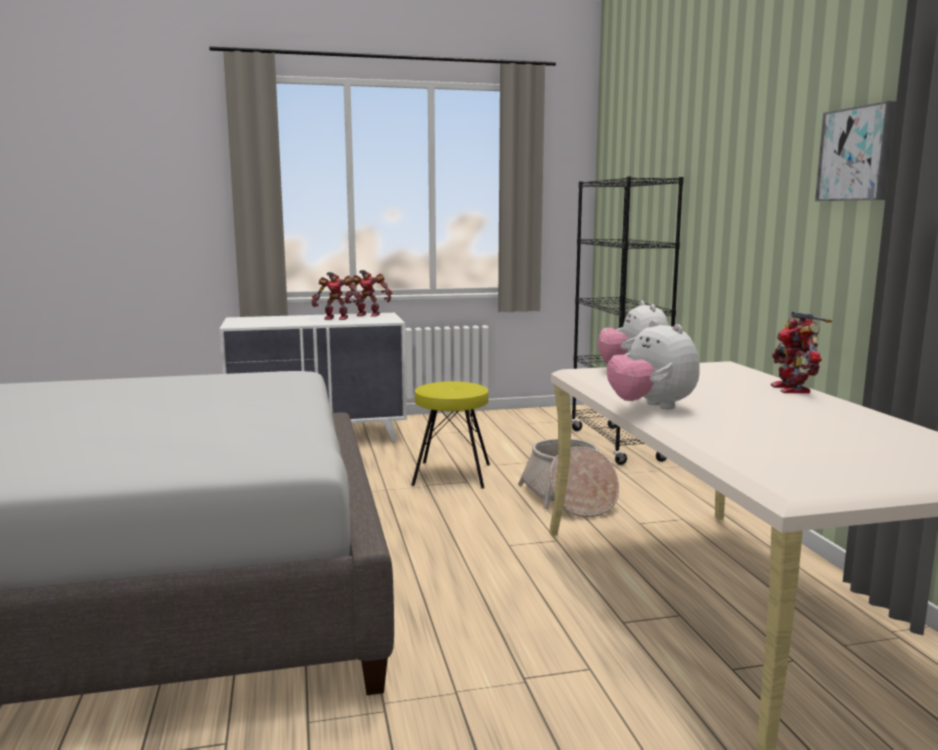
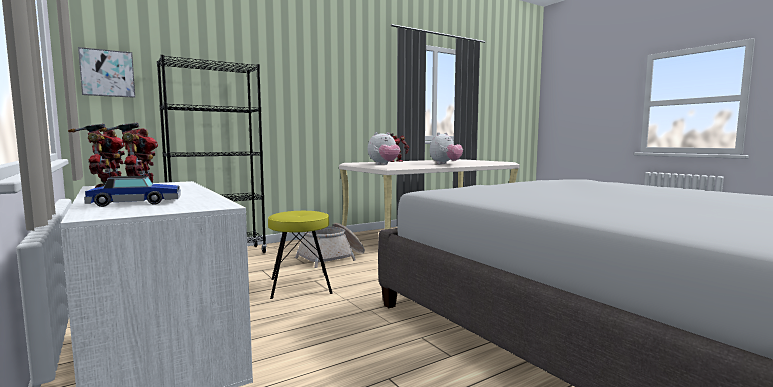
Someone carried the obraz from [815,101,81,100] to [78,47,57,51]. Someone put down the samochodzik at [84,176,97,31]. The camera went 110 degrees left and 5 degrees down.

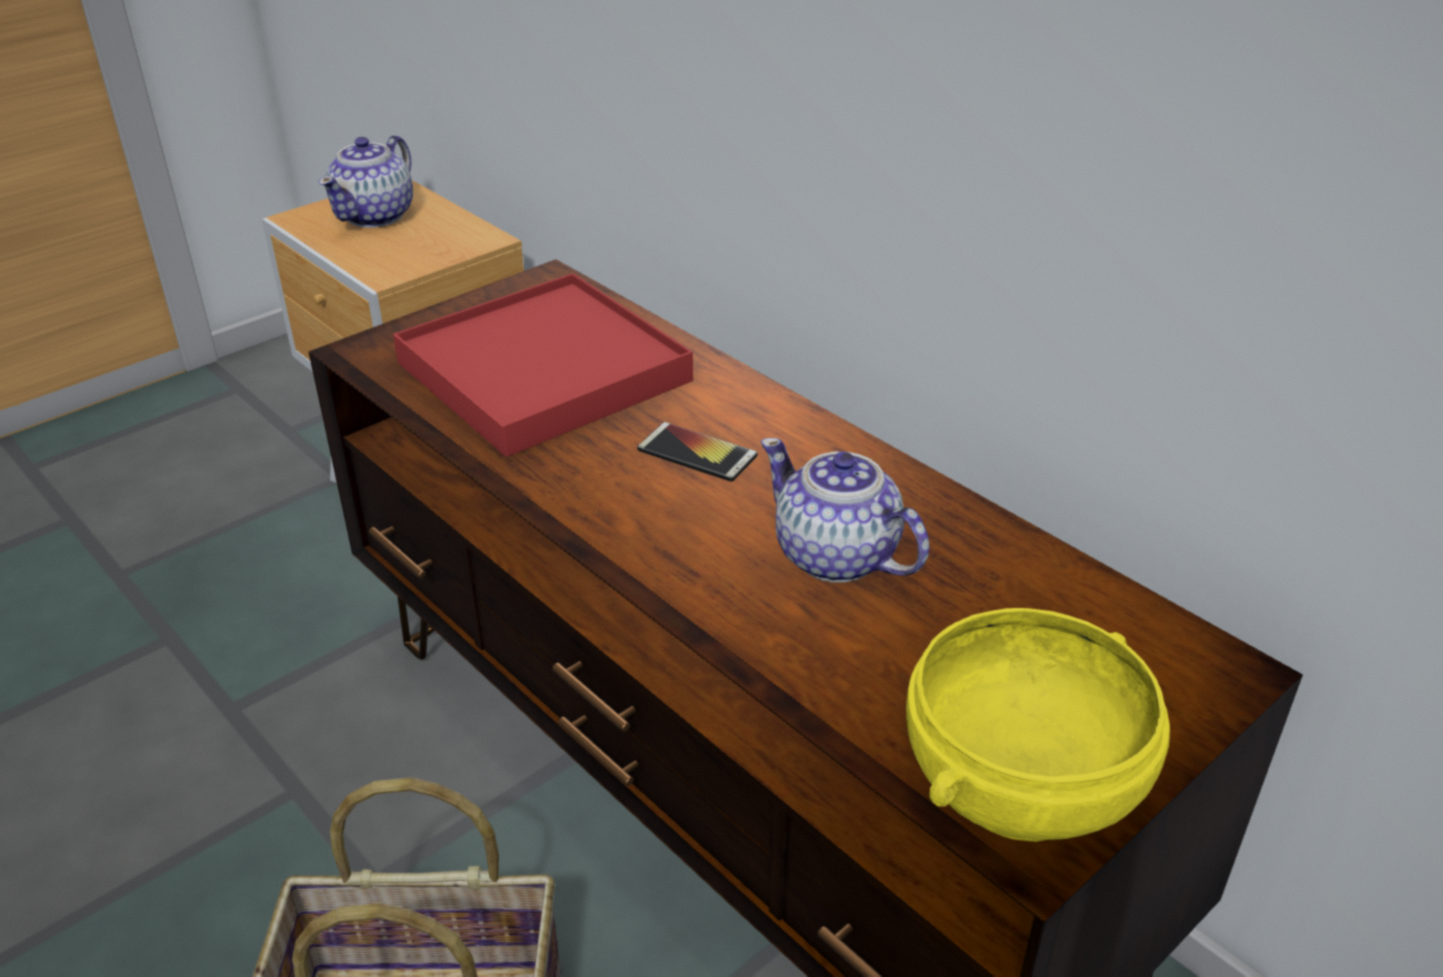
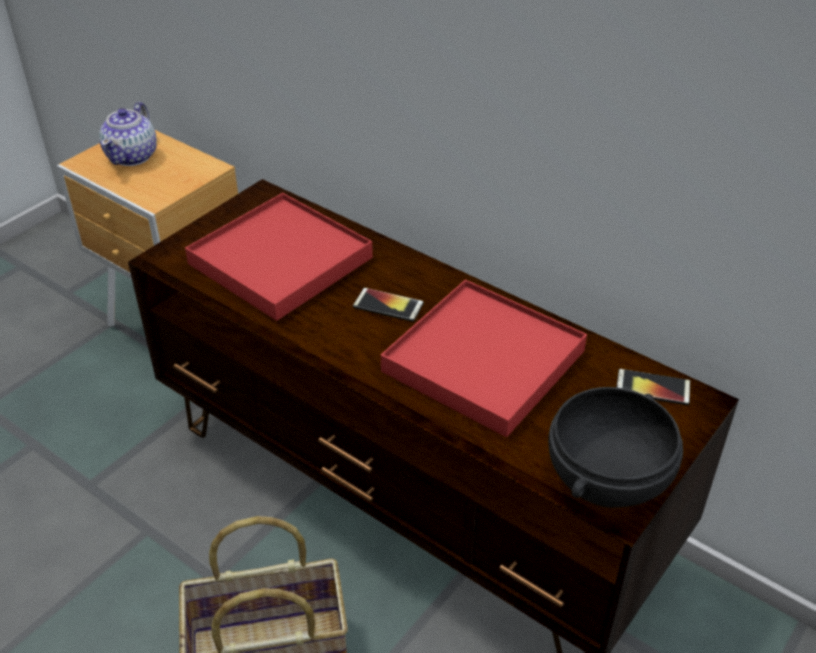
Someone swapped the imbryk at [760,438,169,144] for the taca (czerwony) at [381,280,206,157]. Someone repainted the miska (żółty) at [906,608,264,234], which became the miska (czarny) at [548,387,135,121]. Someone put down the telefon at [617,369,73,36]. The camera went 10 degrees left and 5 degrees up.

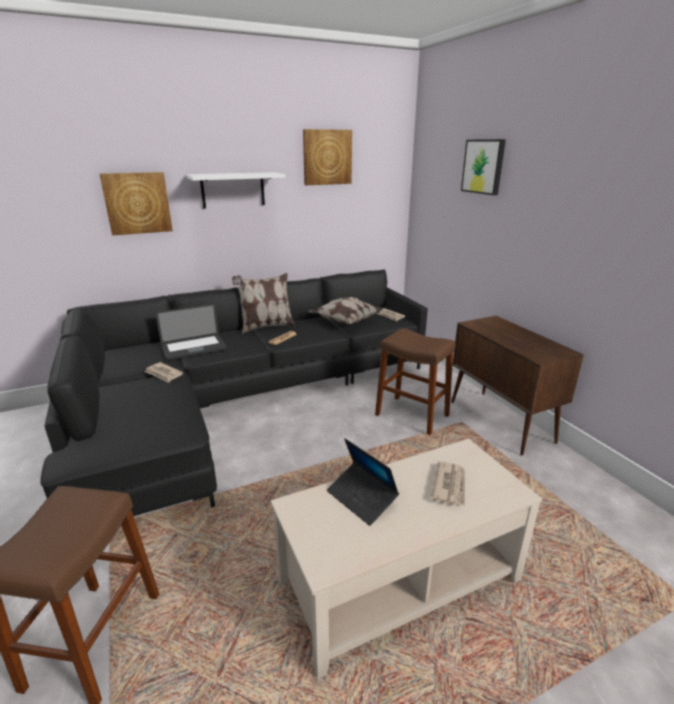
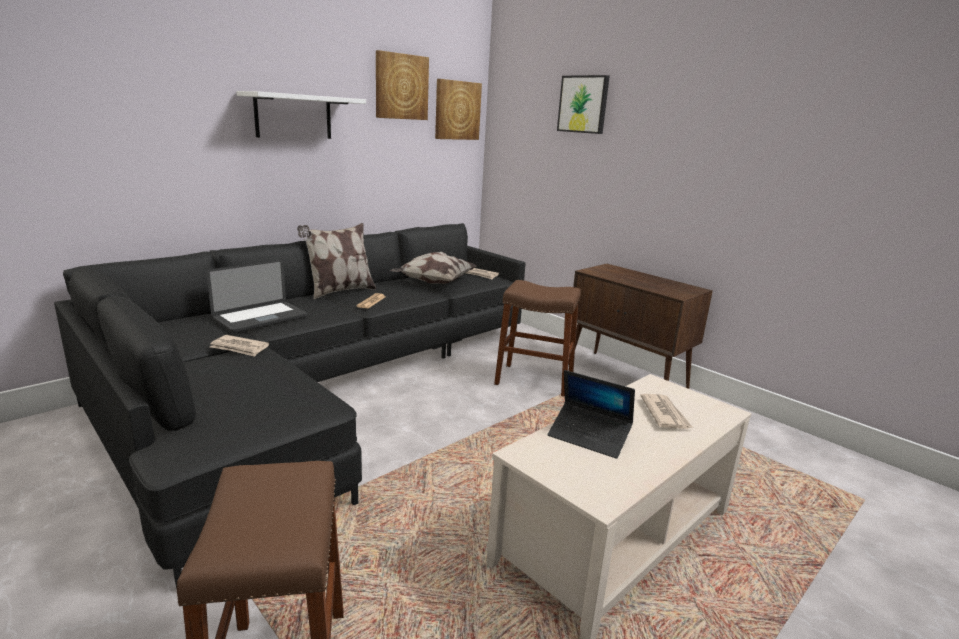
Someone carried the obraz from [100,172,73,63] to [435,79,47,61]. The camera went 20 degrees left and 5 degrees down.

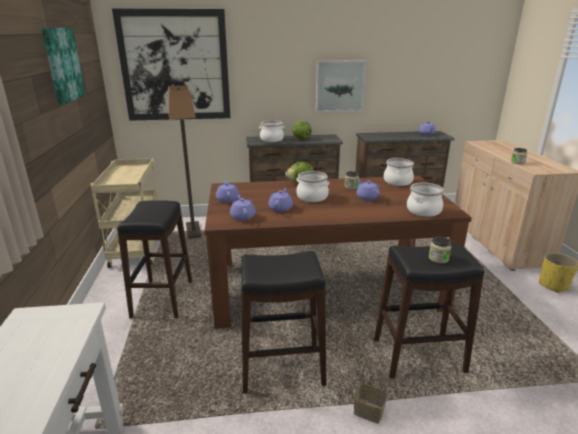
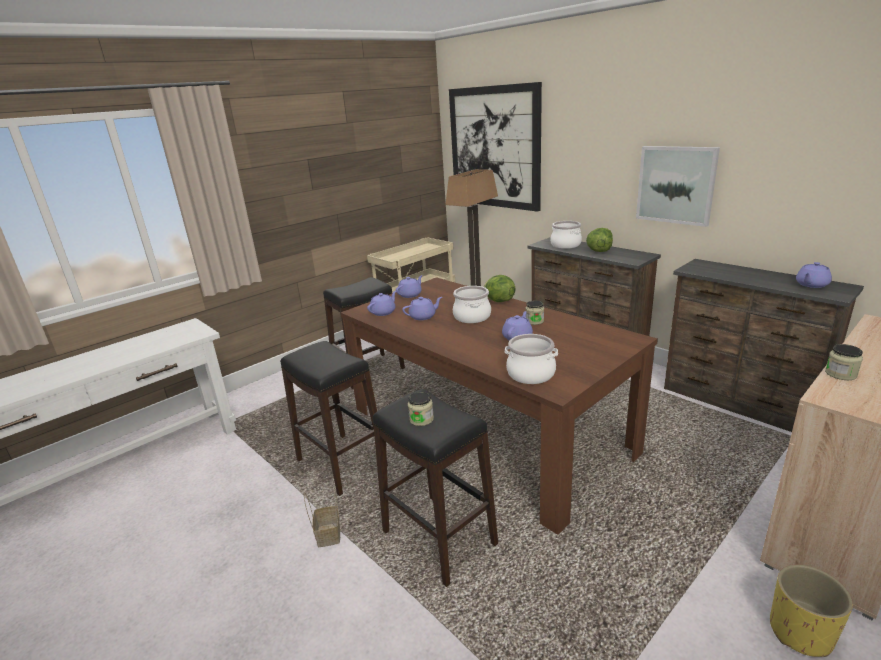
Someone took away the obraz at [41,28,45,77]. Someone took away the garnek at [384,158,30,28]. The camera went 55 degrees right and 0 degrees up.

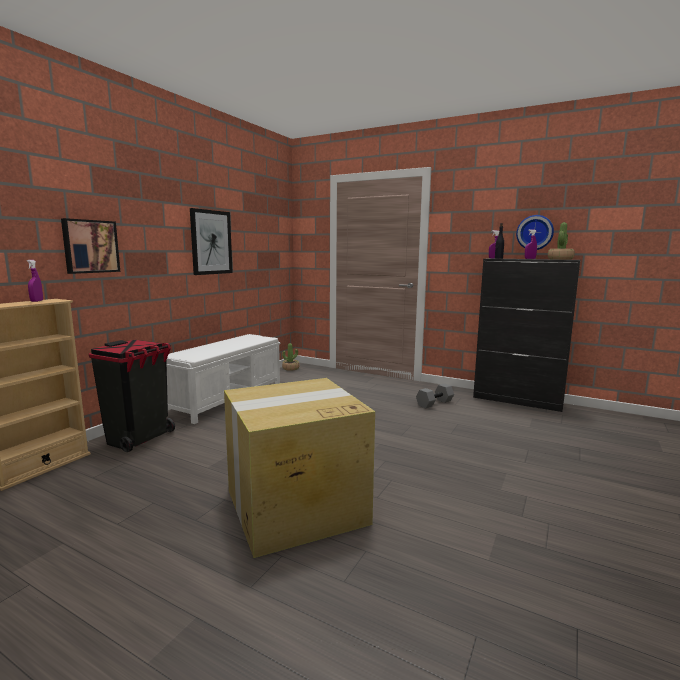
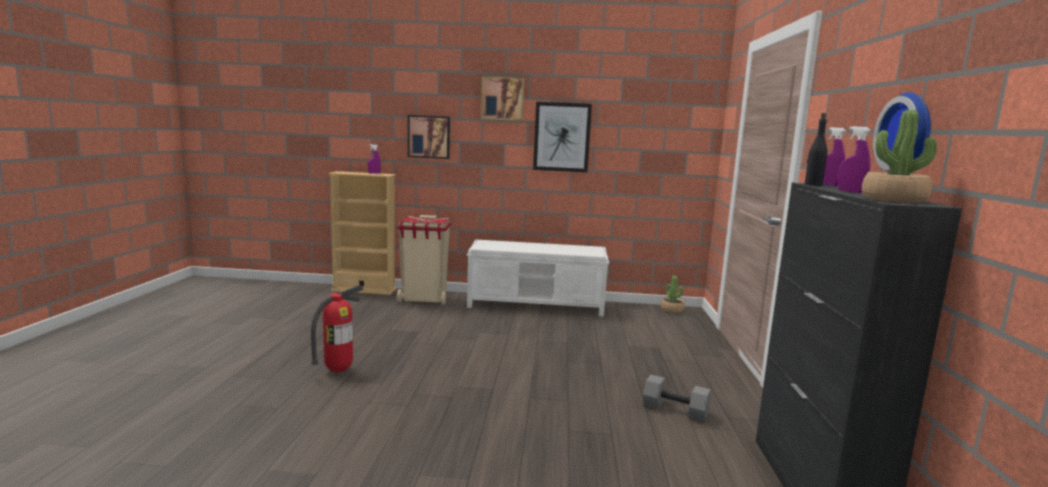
Someone swapped the karton at [224,378,151,180] for the gaśnica at [311,285,52,87]. Someone repainted the kosz na śmieci (czarny) at [89,340,86,112], which became the kosz na śmieci (beżowy) at [397,215,54,89]. Someone put up the obraz at [481,75,44,46]. The camera went 65 degrees right and 0 degrees up.

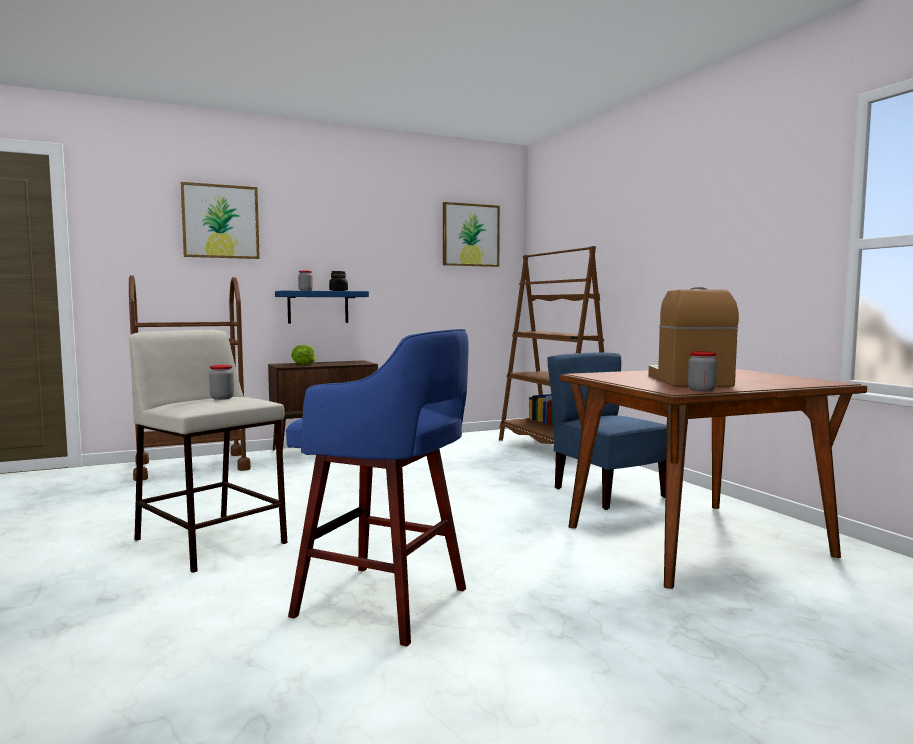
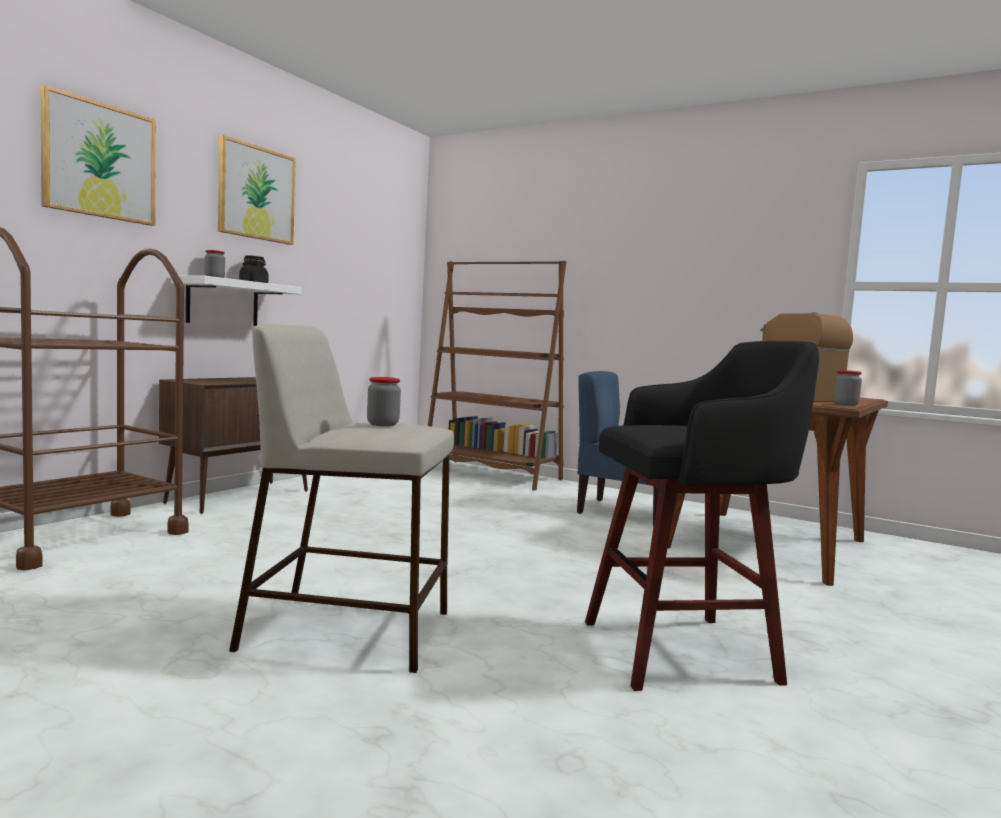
Someone repainted the półka (niebieski) at [275,291,94,32], which became the półka (biały) at [171,275,130,51]. Someone carried the obraz from [443,202,57,65] to [218,135,78,110]. Someone repainted the stołek (niebieski) at [286,329,183,318], which became the stołek (czarny) at [585,341,234,350]. Someone took away the sałata at [291,345,24,19]. The camera went 35 degrees left and 0 degrees up.

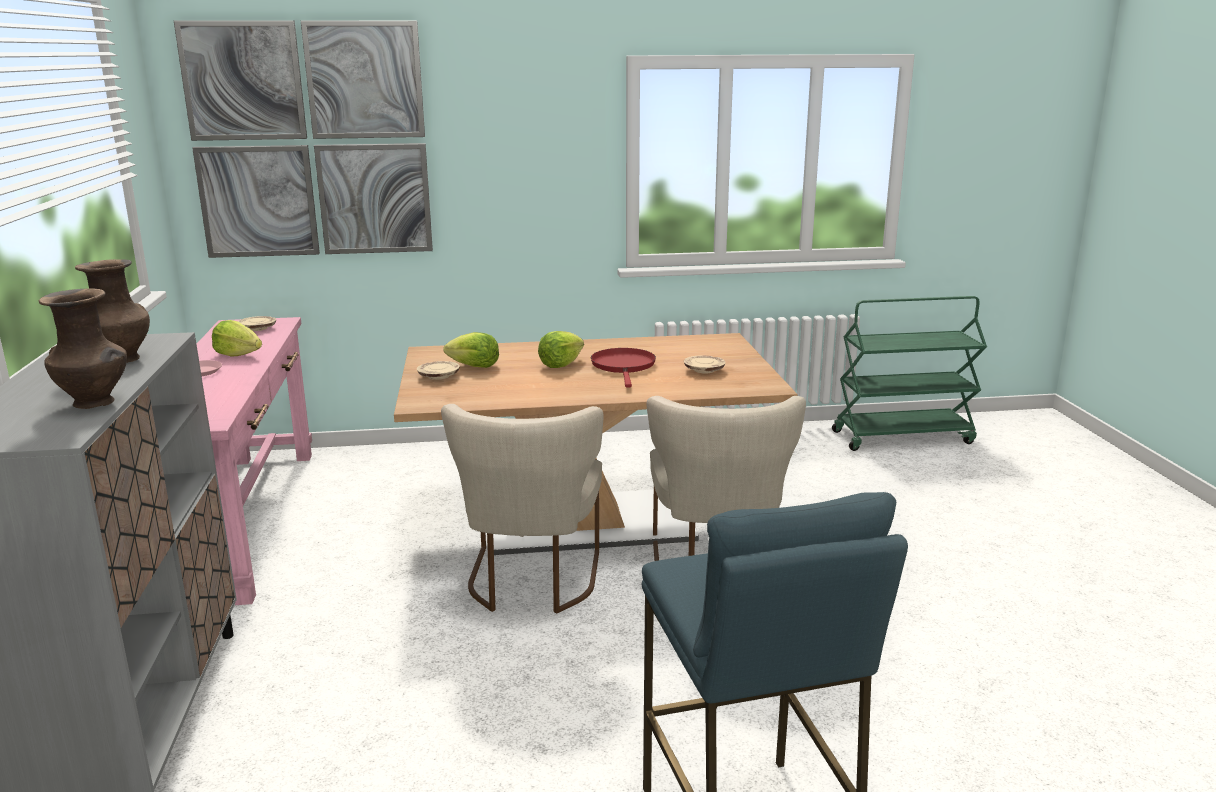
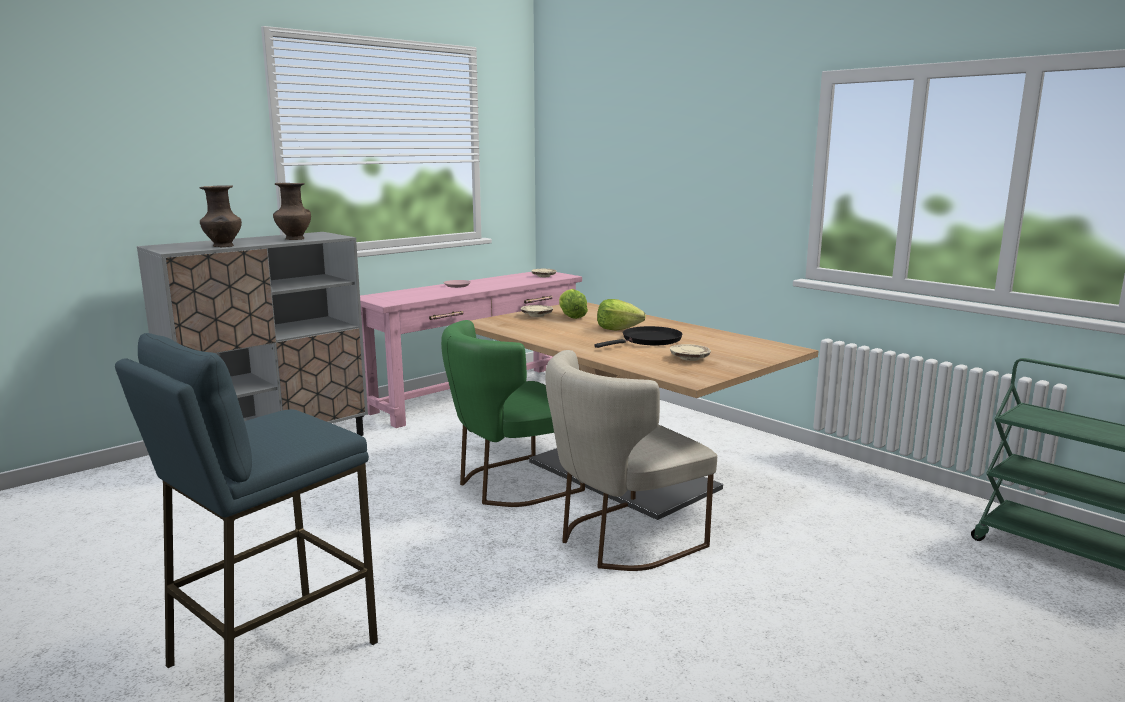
Someone repainted the krzesło (beżowy) at [441,404,163,210], which became the krzesło (zielony) at [441,320,144,187]. Someone repainted the patelnia (czerwony) at [591,348,65,39], which became the patelnia (czarny) at [594,326,88,22]. Someone took away the obraz at [174,20,259,238]. Someone took away the sałata at [212,320,50,37]. The camera went 55 degrees right and 5 degrees down.

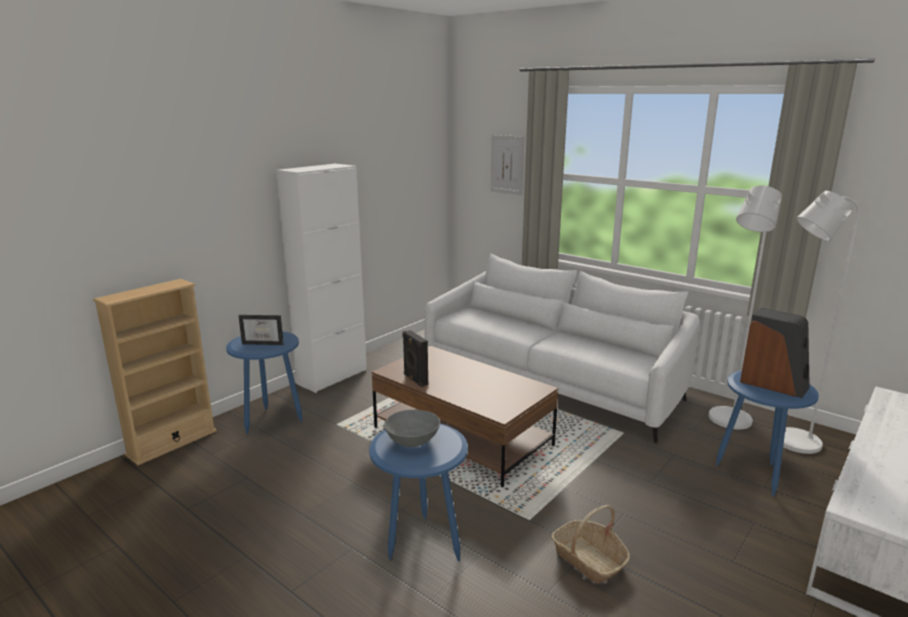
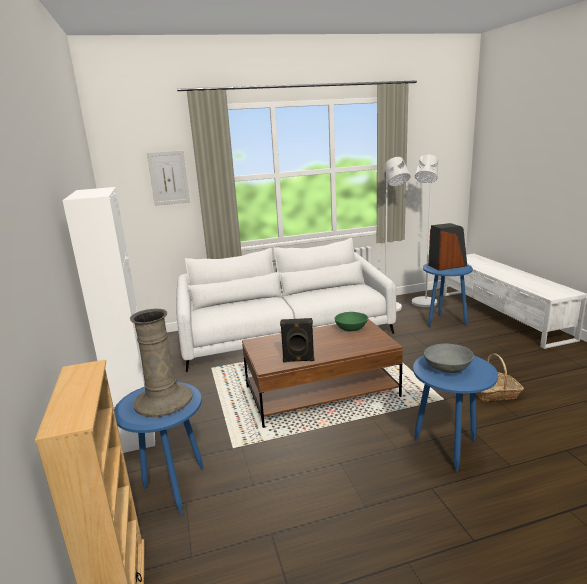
Someone swapped the ramka na zdjęcie at [239,315,45,30] for the wazon (beżowy) at [130,309,63,108]. Someone put down the miska (zielony) at [334,312,34,19]. The camera went 55 degrees left and 0 degrees up.

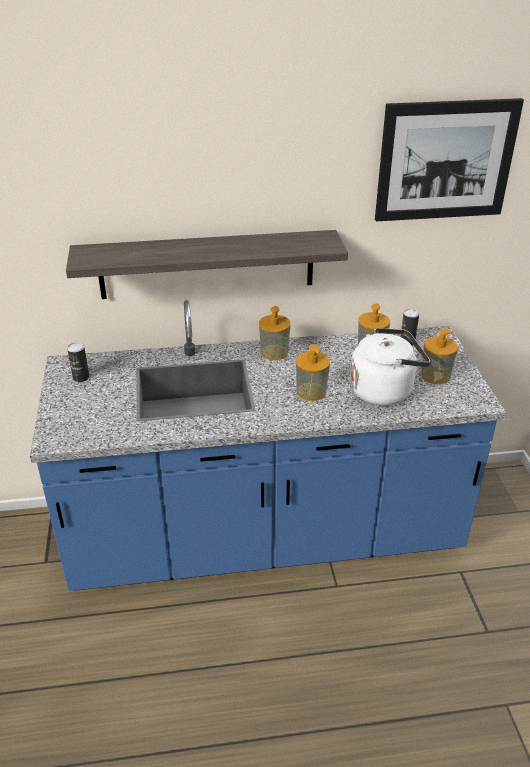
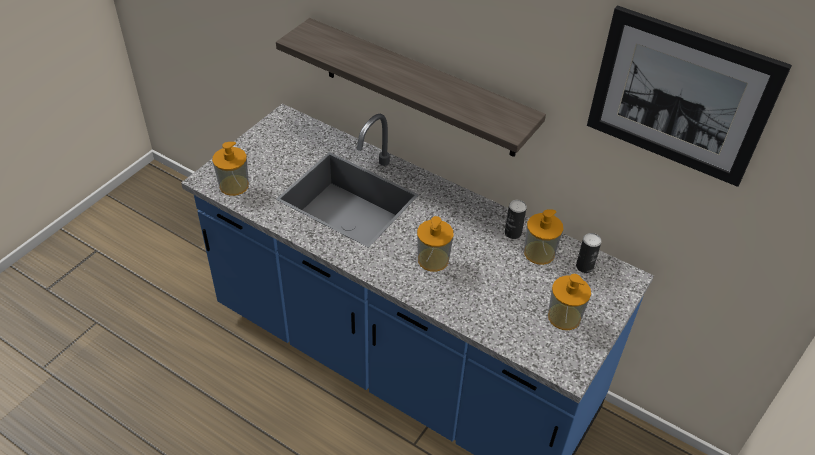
Someone carried the dozownik mydła from [259,306,32,54] to [212,142,37,54]. Someone carried the puszka from [67,342,22,40] to [505,200,22,39]. Someone took away the czajnik (biały) at [350,328,80,78]. The camera went 40 degrees right and 10 degrees up.

